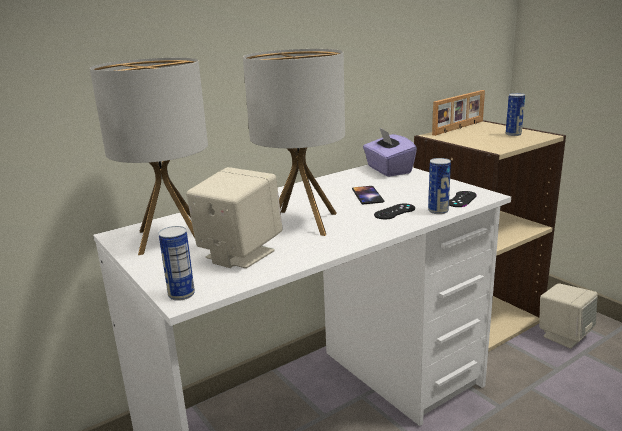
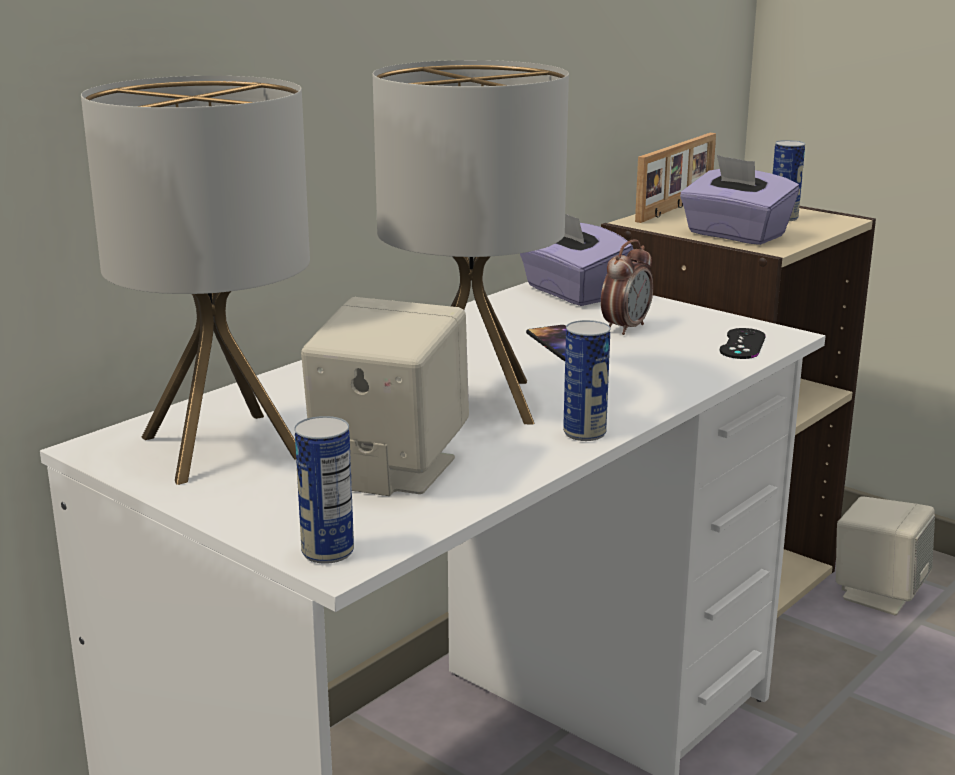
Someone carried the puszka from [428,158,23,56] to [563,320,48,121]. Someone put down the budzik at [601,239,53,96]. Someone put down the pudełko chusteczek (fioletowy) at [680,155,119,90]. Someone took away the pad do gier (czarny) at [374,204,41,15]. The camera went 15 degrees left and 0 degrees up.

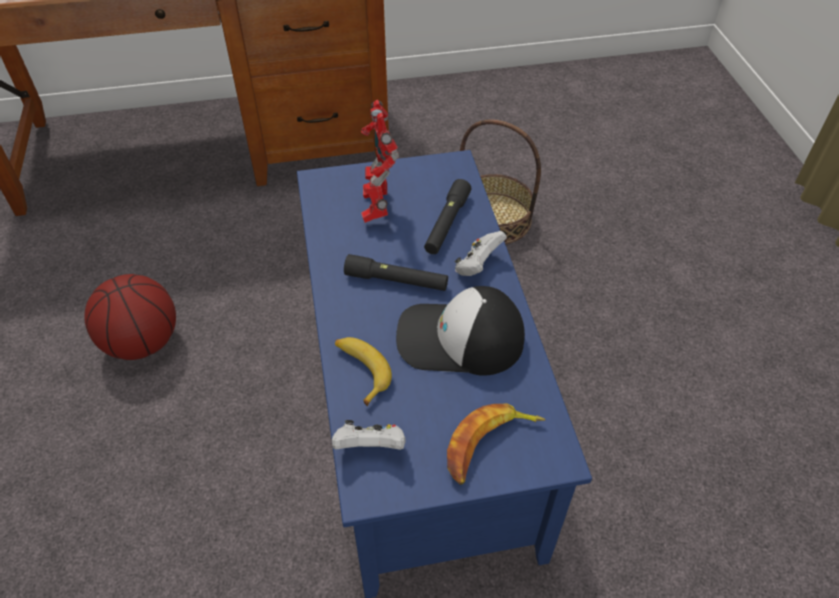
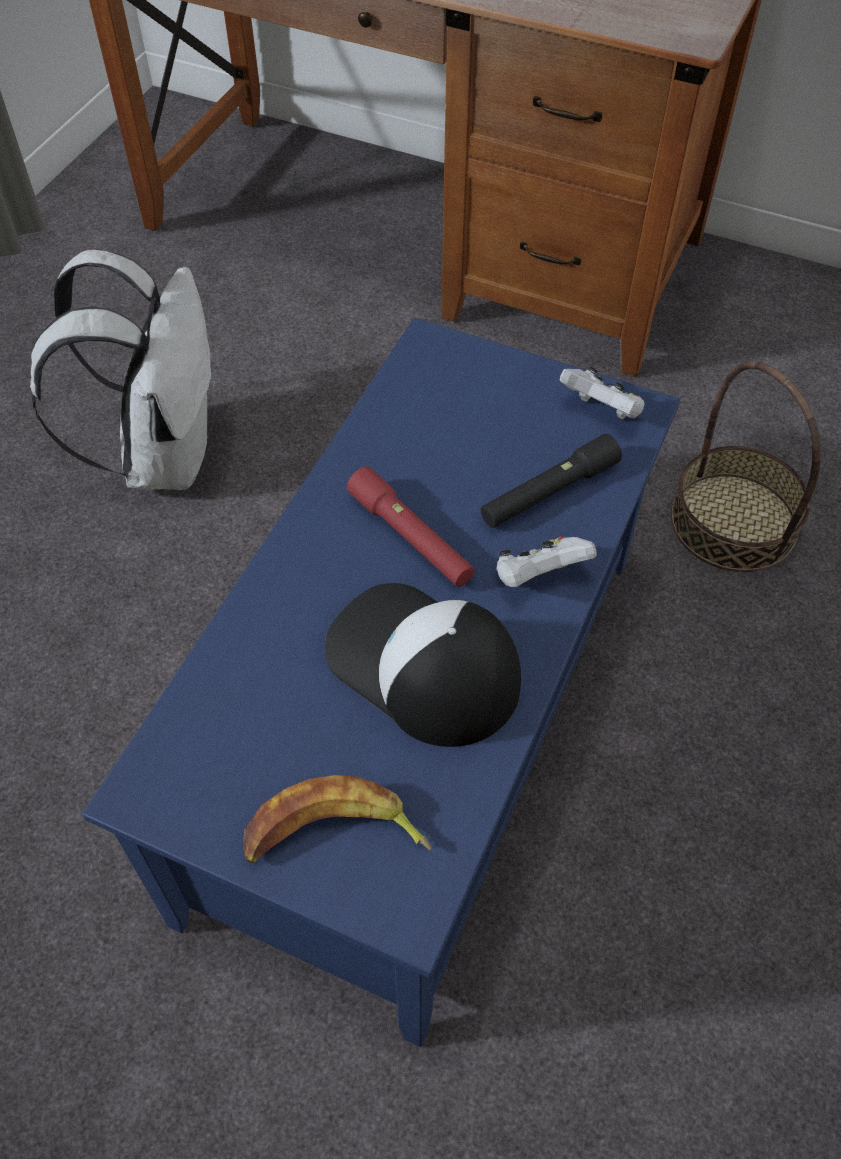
Someone swapped the piłka do koszykówki at [84,274,92,86] for the plecak (biały) at [30,250,185,240]. Someone repainted the latarka (czarny) at [344,254,104,37], which became the latarka (czerwony) at [347,467,128,120]. Someone carried the pad do gier (biały) from [332,420,74,30] to [559,367,85,53]. Someone took away the banan at [335,337,57,69]. Someone took away the robot zabawkowy at [361,100,38,123]. The camera went 35 degrees right and 5 degrees up.

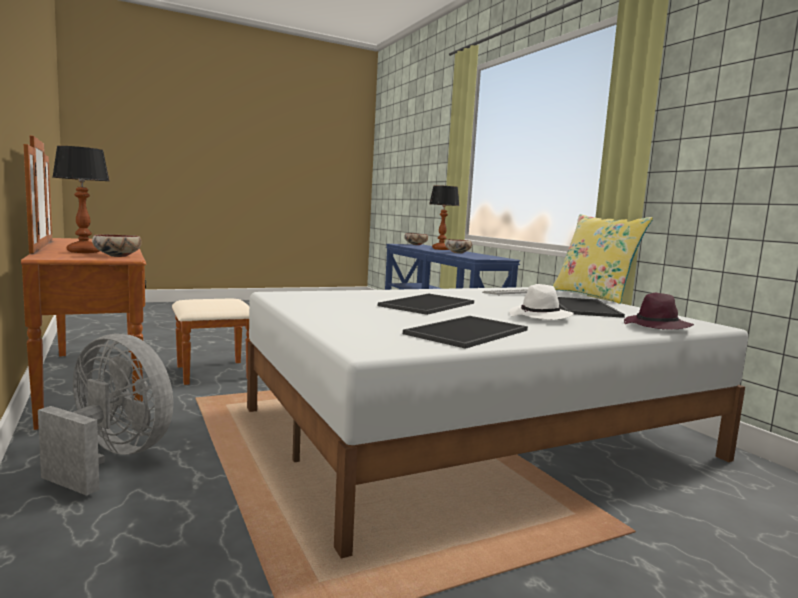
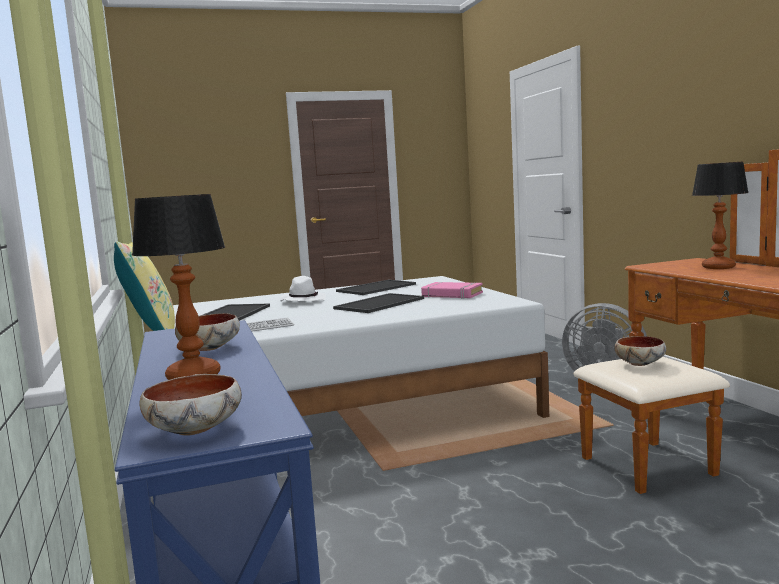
Someone put down the książka (różowy) at [421,282,62,17]. Someone carried the miska from [92,234,50,23] to [614,336,52,30]. Someone took away the kapelusz (fioletowy) at [624,292,70,37]. The camera went 170 degrees left and 0 degrees up.

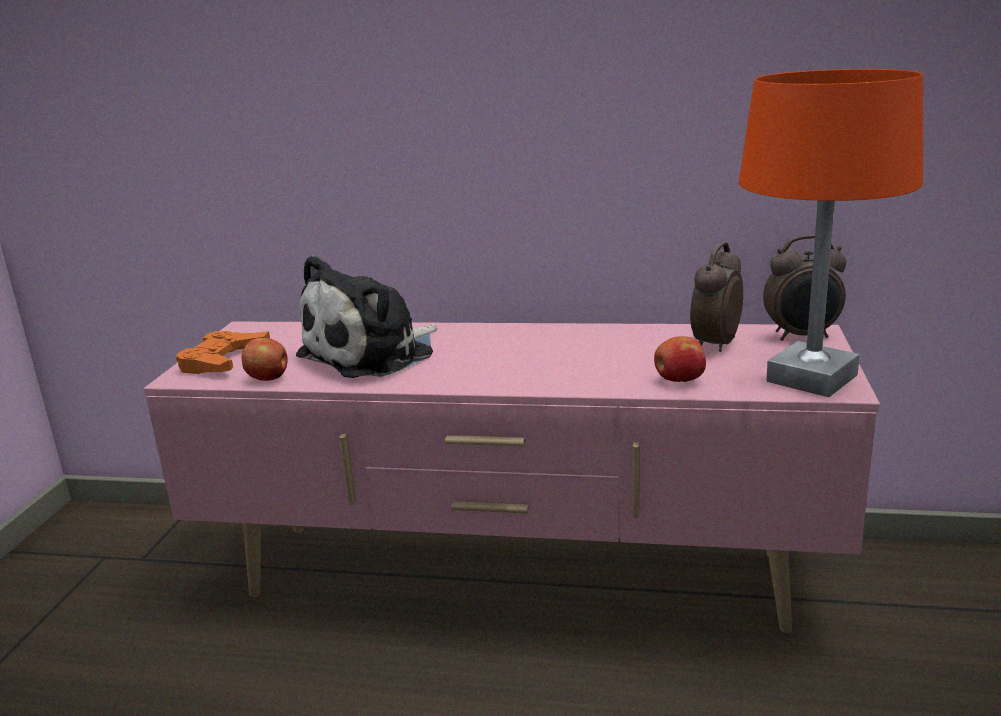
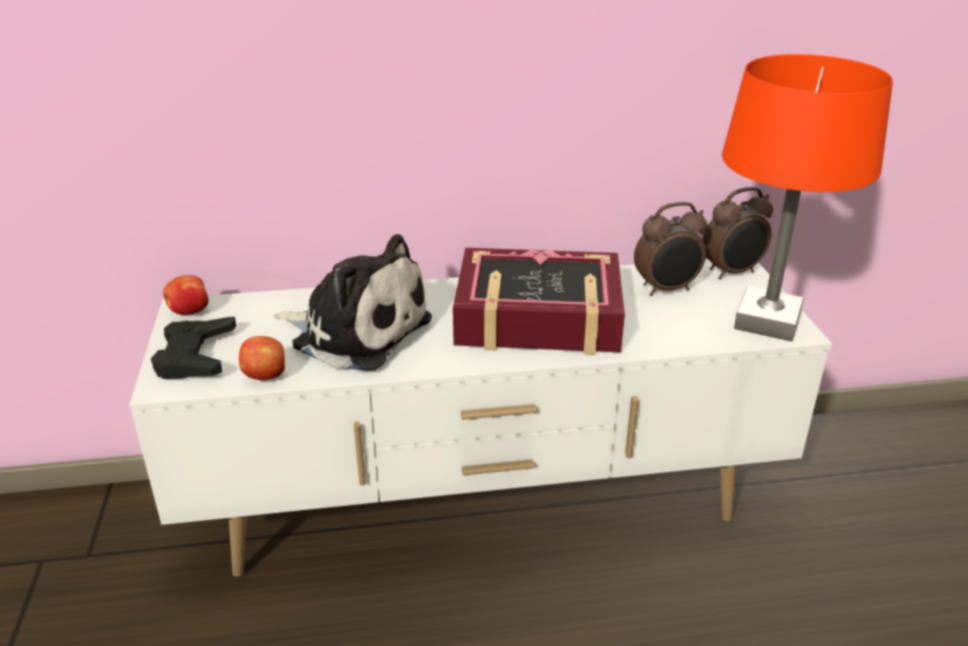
Someone repainted the szafka pod telewizor (różowy) at [144,322,736,311], which became the szafka pod telewizor (biały) at [130,259,702,318]. Someone repainted the pad do gier (pomarańczowy) at [176,331,94,43], which became the pad do gier (czarny) at [151,317,85,62]. Someone carried the jabłko from [654,336,52,46] to [163,275,46,40]. Someone rotated the pluszak at [296,255,141,123] by 90 degrees counterclockwise. Someone put down the książka at [453,248,172,107]. Someone rotated the budzik at [690,242,53,110] by 120 degrees counterclockwise. The camera went 20 degrees left and 10 degrees up.

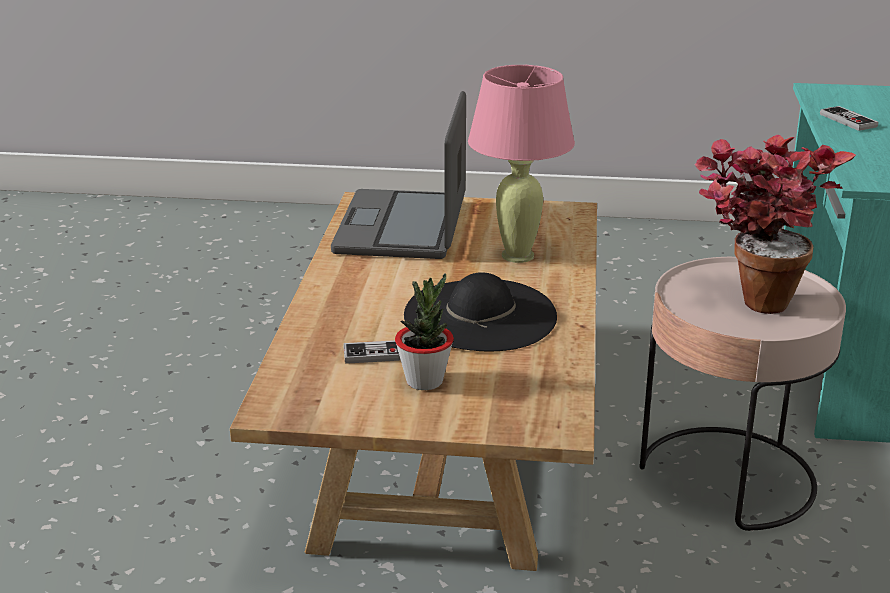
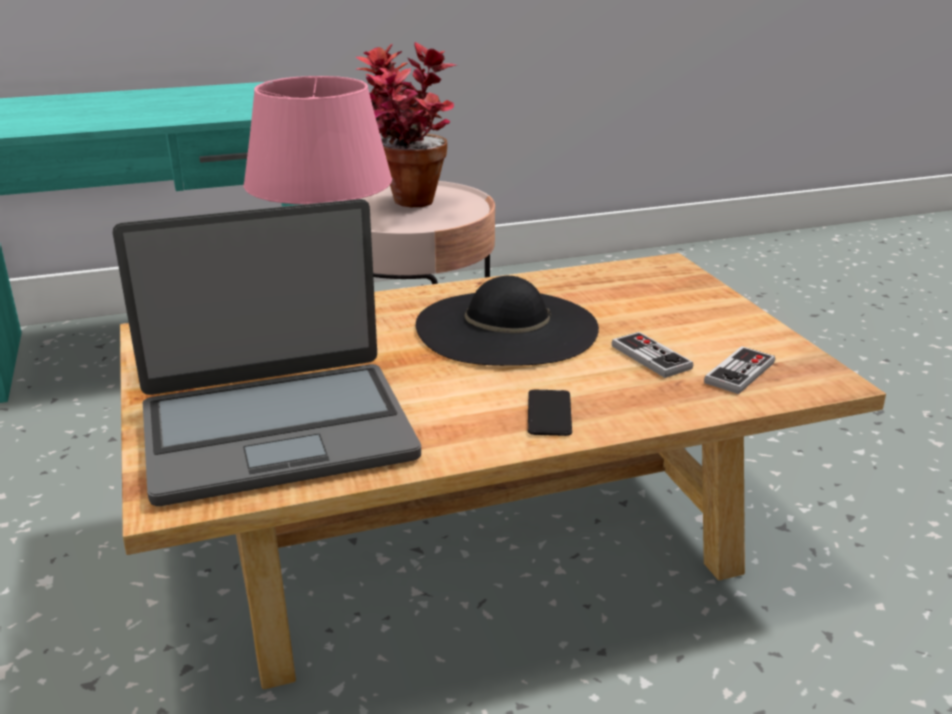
Someone put down the telefon at [528,390,44,46]. Someone carried the pad do gier from [820,106,58,25] to [704,346,71,48]. Someone took away the roślina doniczkowa at [395,274,59,116]. The camera went 115 degrees left and 0 degrees up.

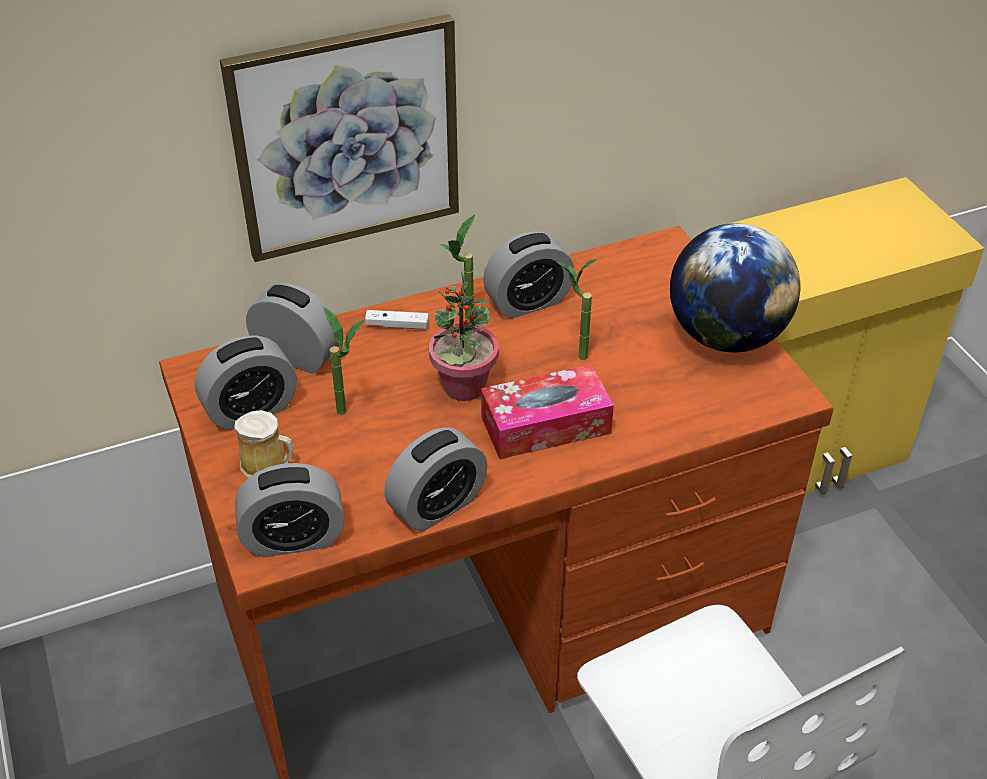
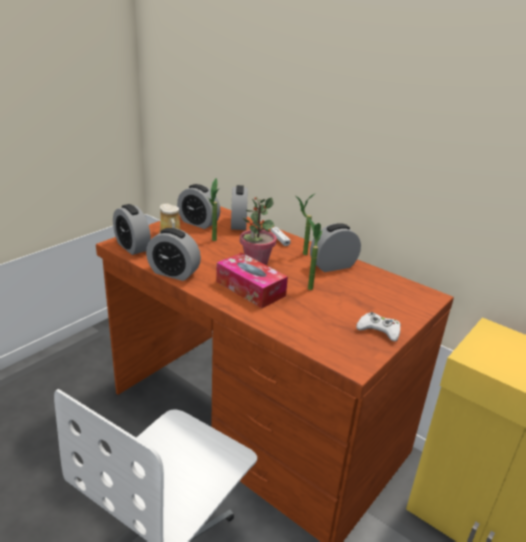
Someone rotated the budzik at [483,231,91,88] by 120 degrees clockwise. Someone swapped the globus at [670,223,130,129] for the pad do gier (biały) at [356,312,45,29]. Someone took away the obraz at [220,14,239,248]. The camera went 60 degrees right and 15 degrees down.

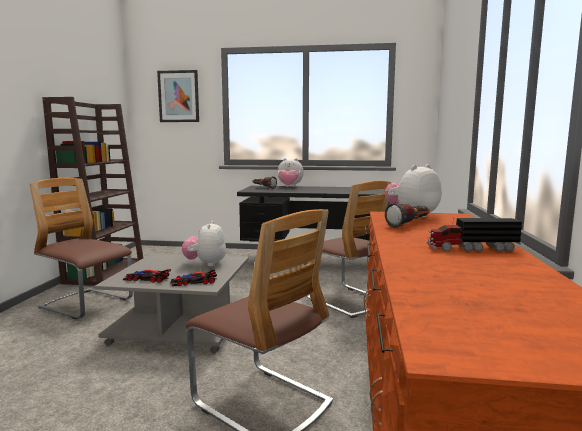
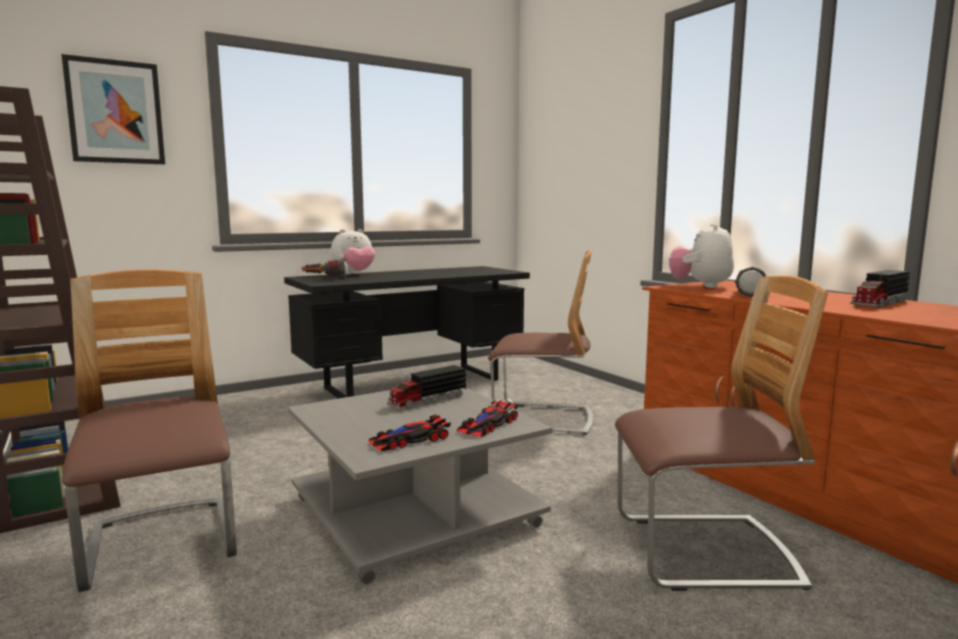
Someone rotated the krzesło at [30,178,103,141] by 75 degrees clockwise. Someone swapped the pluszak at [182,221,44,46] for the ciężarówka zabawkowa at [387,365,80,45]. The camera went 40 degrees left and 0 degrees up.

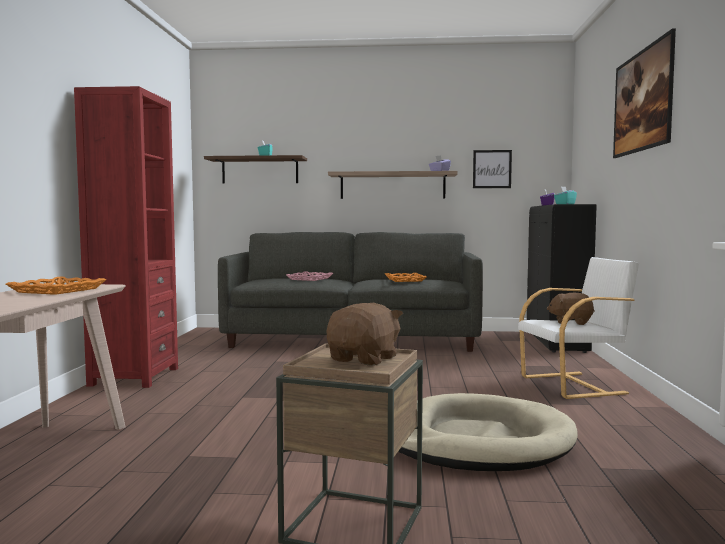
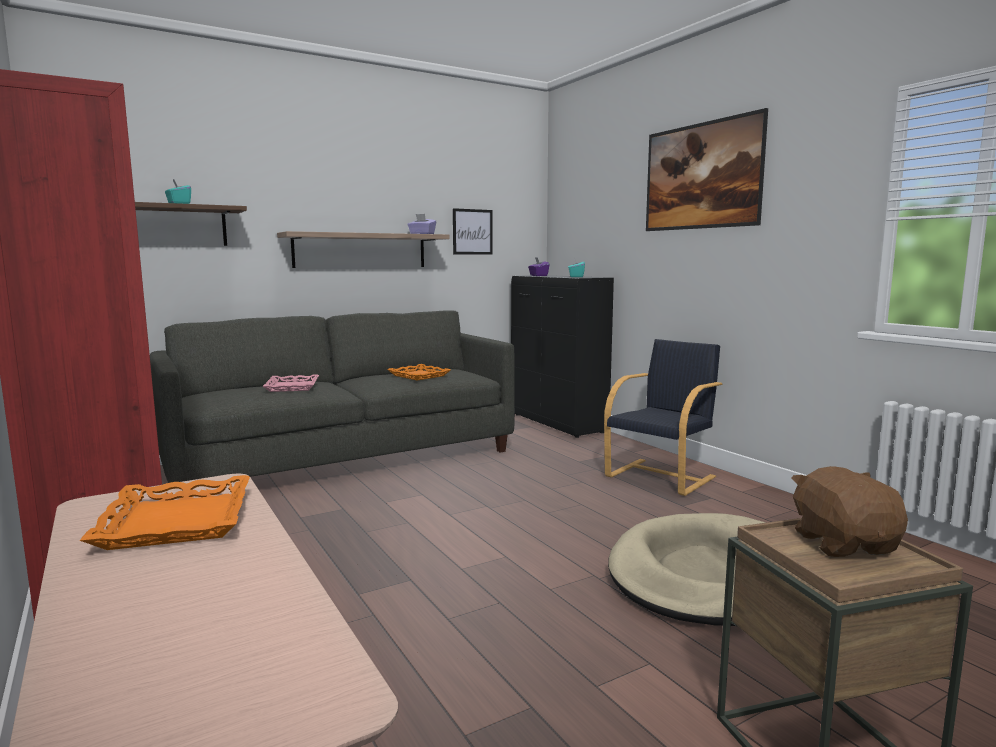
Someone repainted the fotel (biały) at [518,257,121,142], which became the fotel (czarny) at [604,339,119,157]. Someone took away the pluszak (brązowy) at [547,293,48,32]. The camera went 35 degrees left and 5 degrees up.

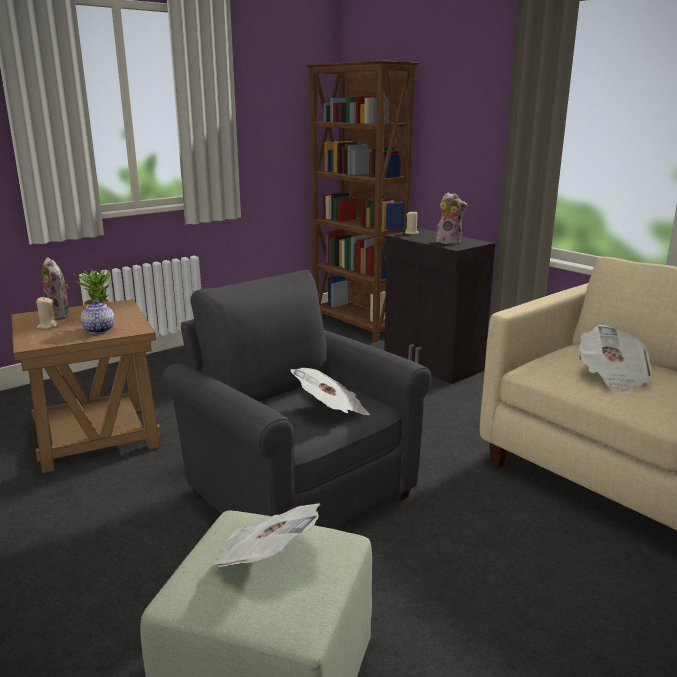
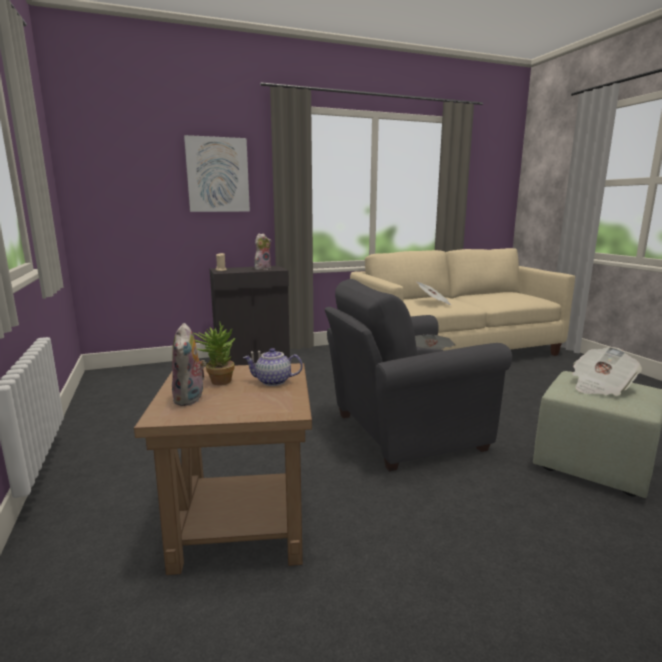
Someone rotated the pluszak at [42,257,27,63] by 105 degrees clockwise. Someone put up the obraz at [184,135,66,77]. Someone took away the świeca (beżowy) at [36,297,22,32]. Someone took away the regał (brązowy) at [305,60,114,282]. The camera went 70 degrees left and 5 degrees down.

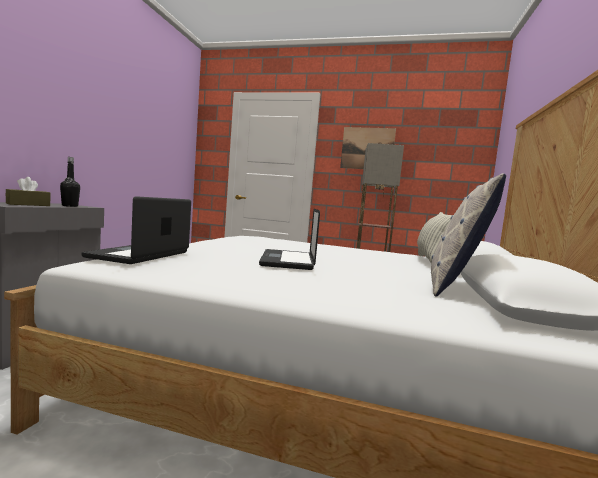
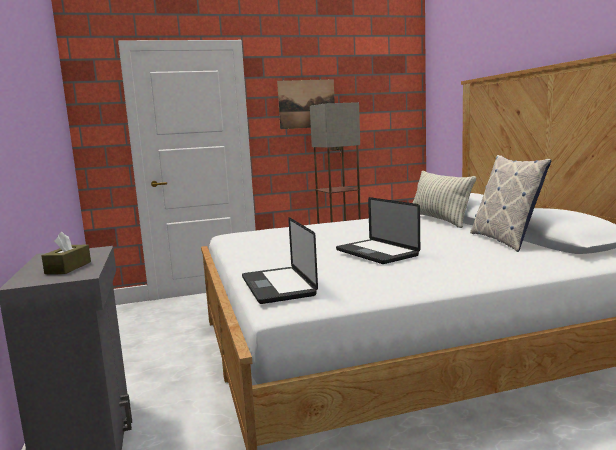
Someone took away the butelka (czarny) at [60,157,20,50]. The camera went 30 degrees left and 5 degrees up.

